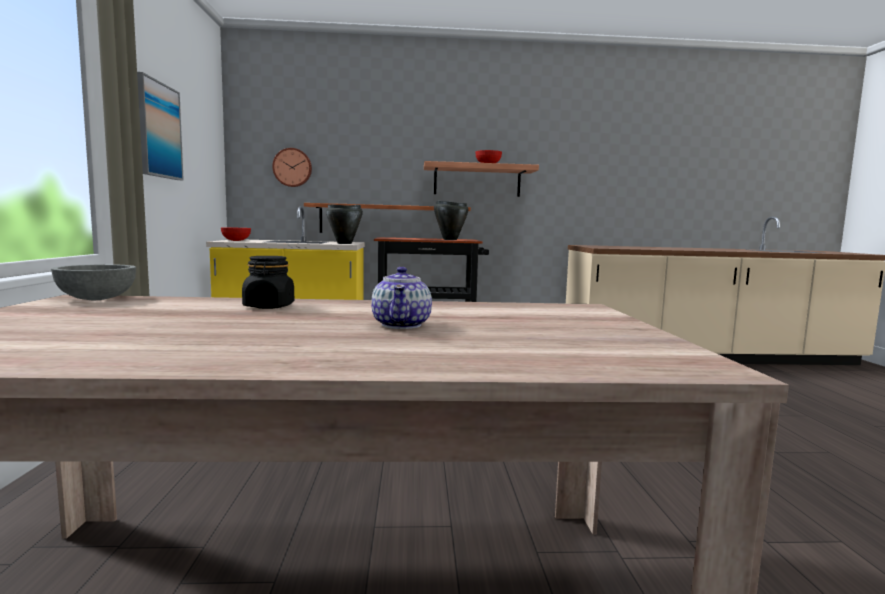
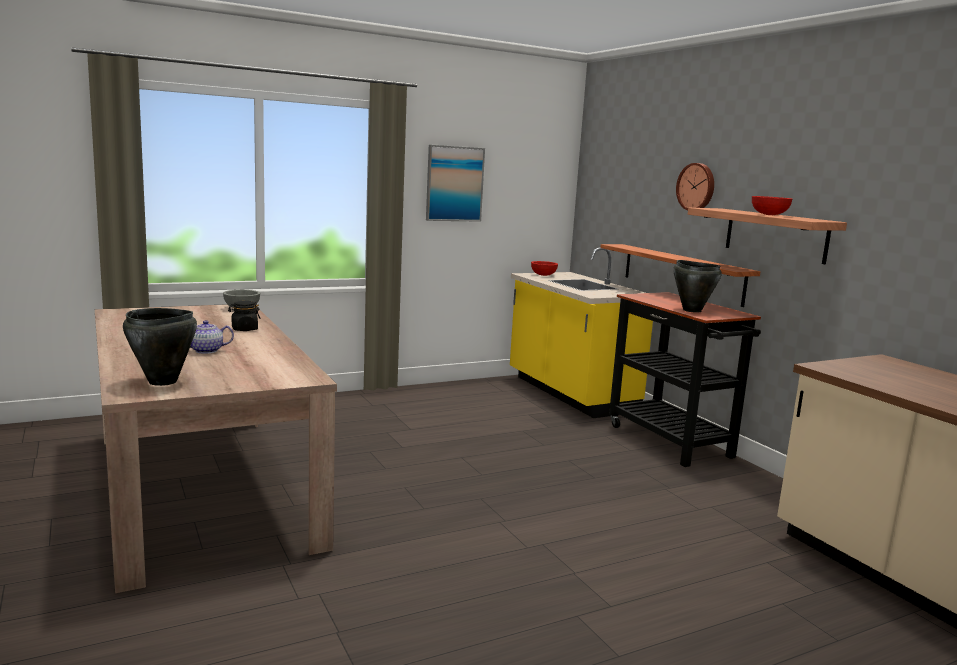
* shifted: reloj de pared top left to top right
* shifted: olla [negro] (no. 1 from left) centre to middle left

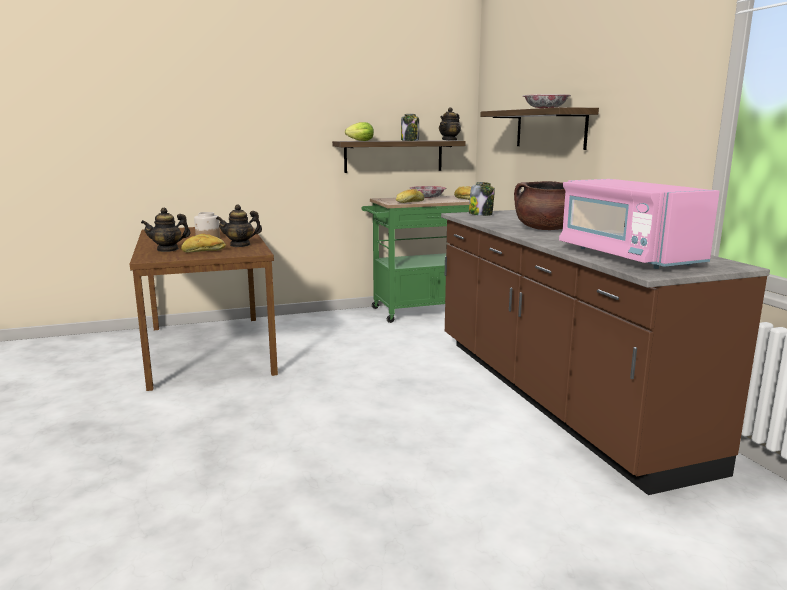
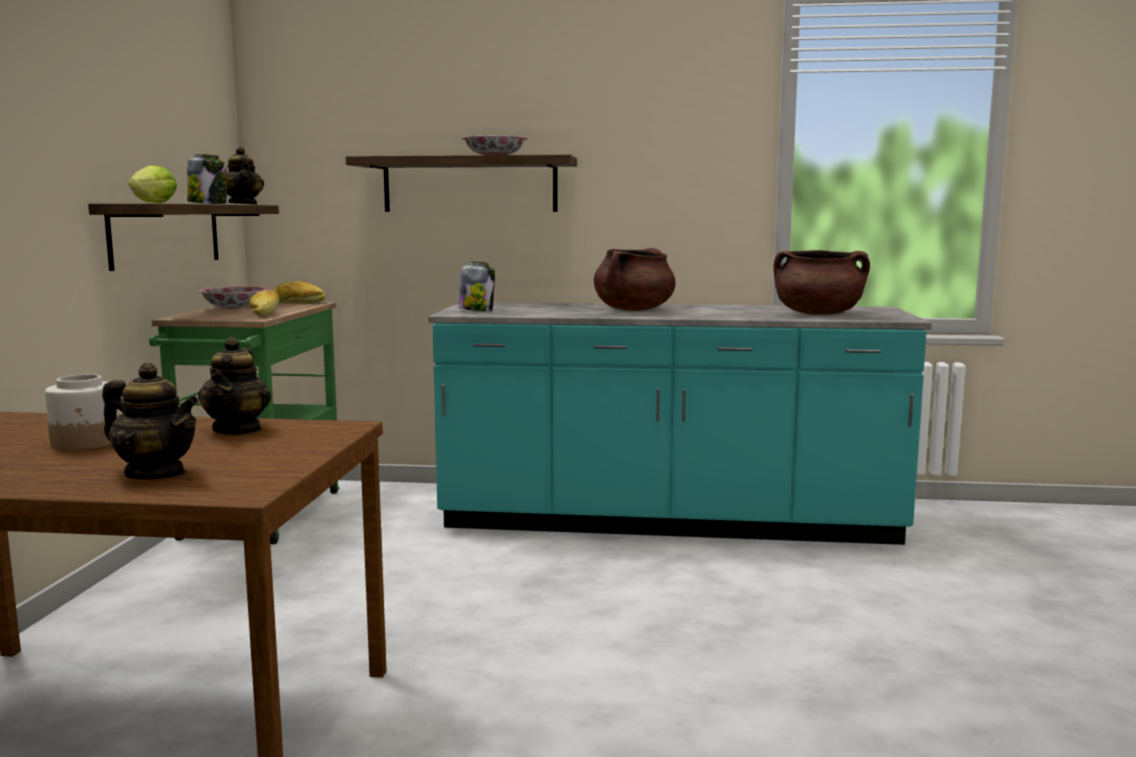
* swapped: microondas [rosa] middle right to olla [marrón] (no. 2 from left) middle right
* rotated: tetera (no. 1 from left) middle left = middle left 60 degrees counterclockwise
* repainted: mueble bajo de cocina [marrón] middle right to mueble bajo de cocina [turquesa] centre
* gone: pan (no. 1 from left) middle left

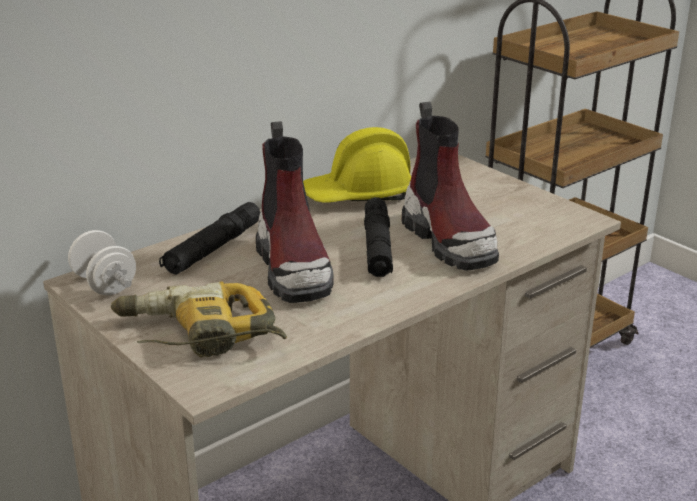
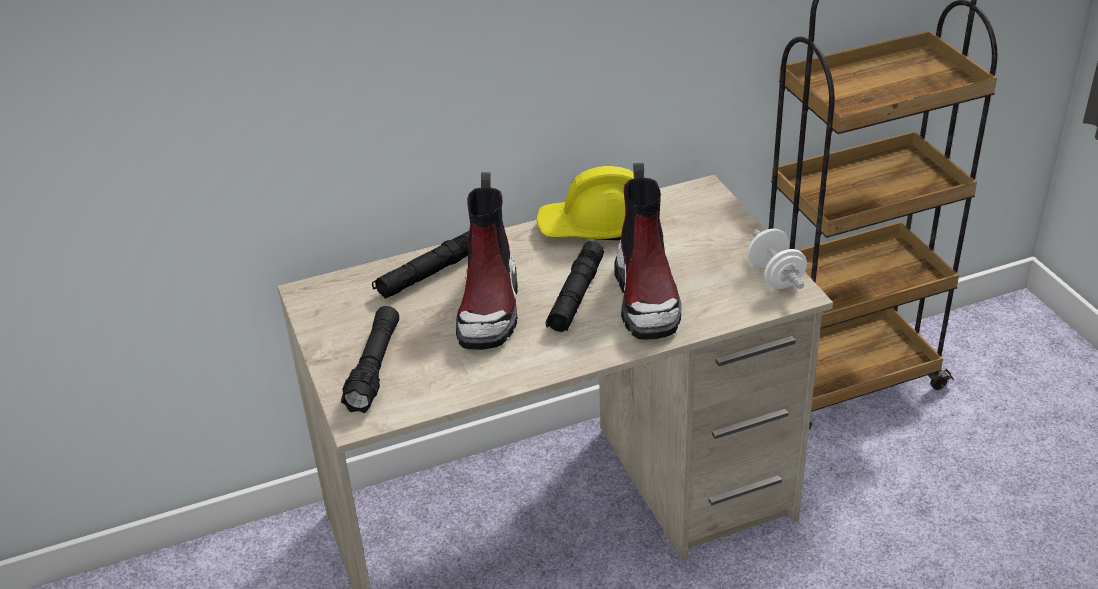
* shifted: mancuerna [blanco] middle left to middle right
* swapped: taladro middle left to linterna [negro] (no. 1 from left) centre

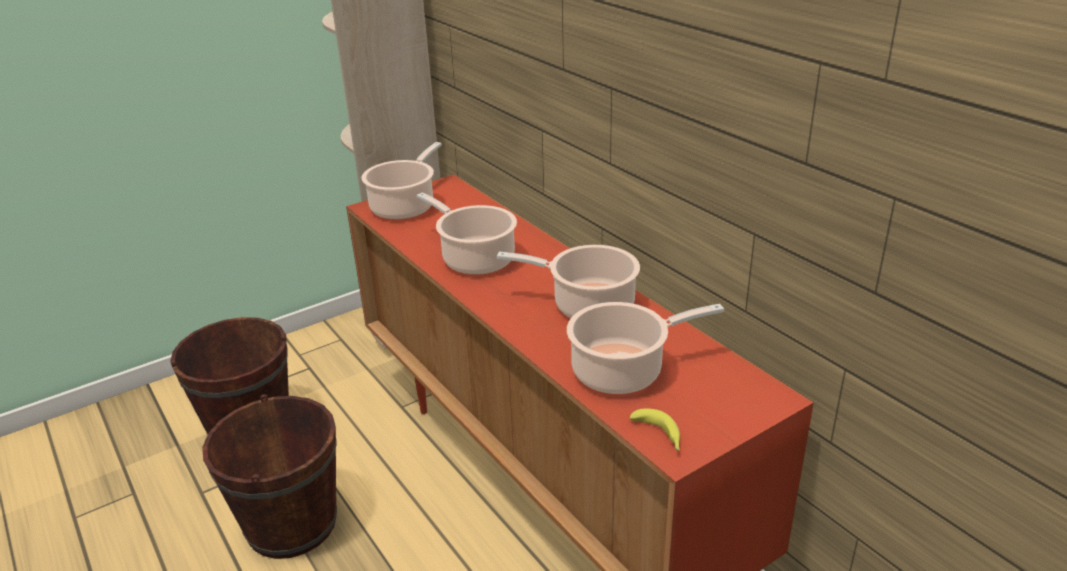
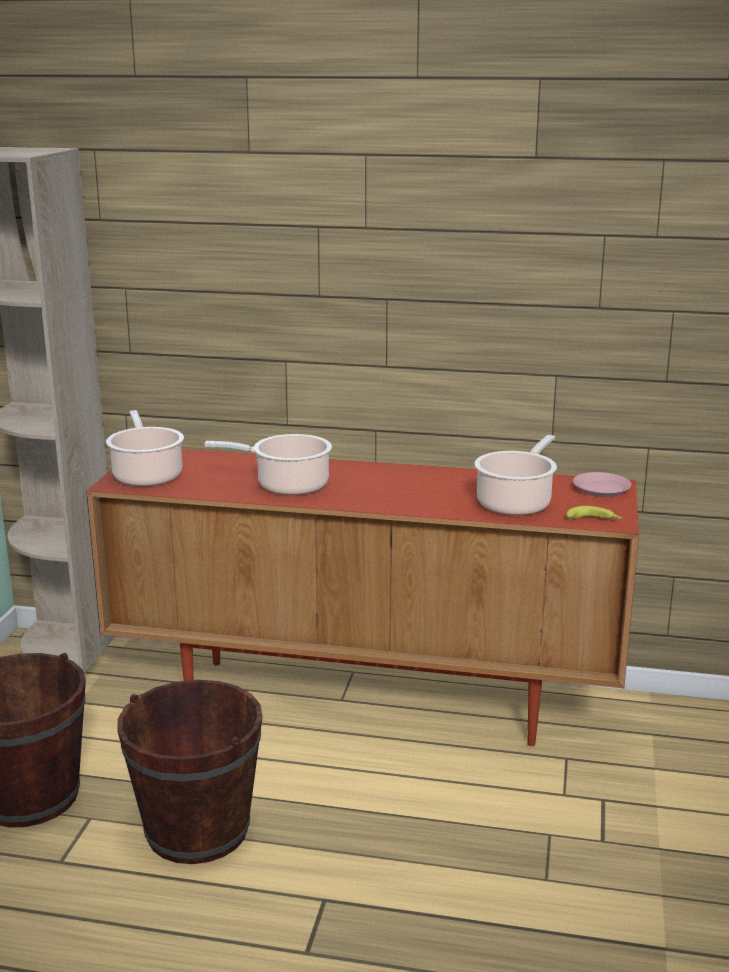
* gone: olla (no. 3 from left) centre
* new: plato [rosa] middle right

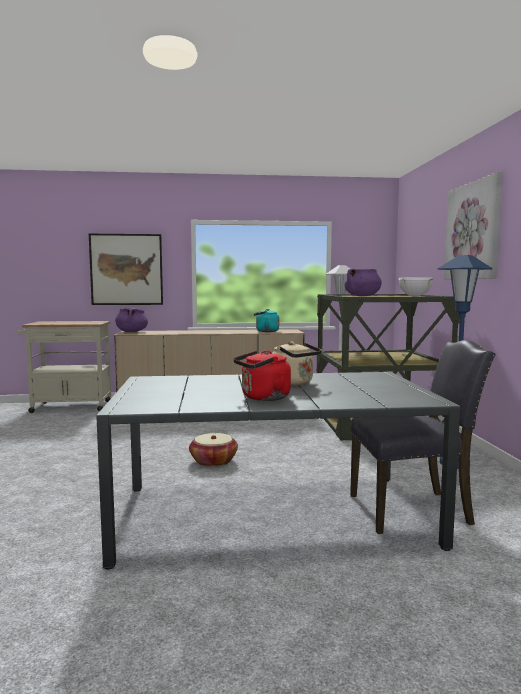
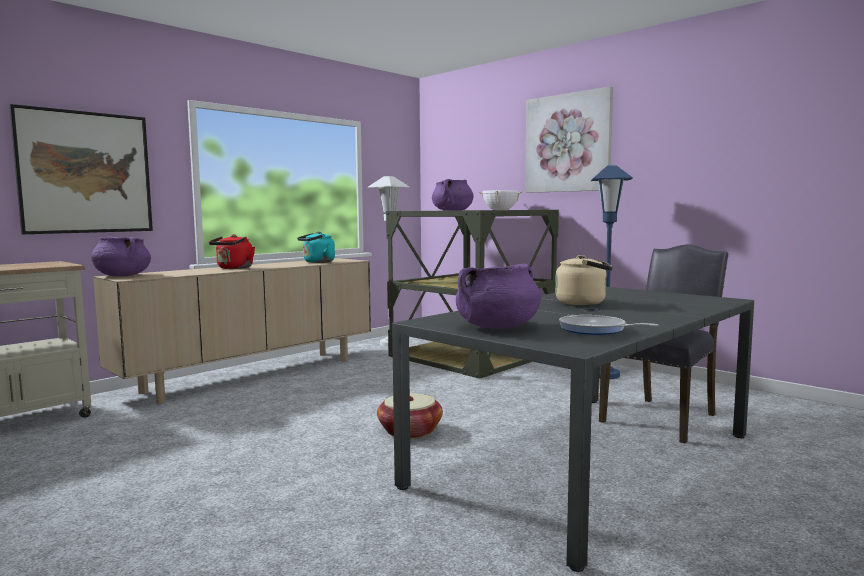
* shifted: hervidor [rojo] centre to middle left
* new: olla [morado] (no. 3 from left) centre
* new: sartén middle right

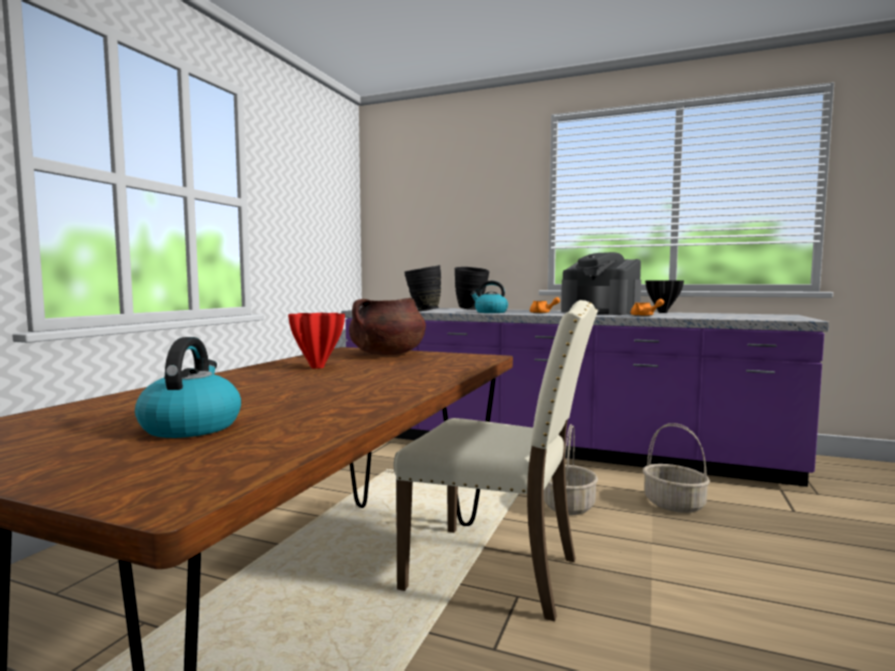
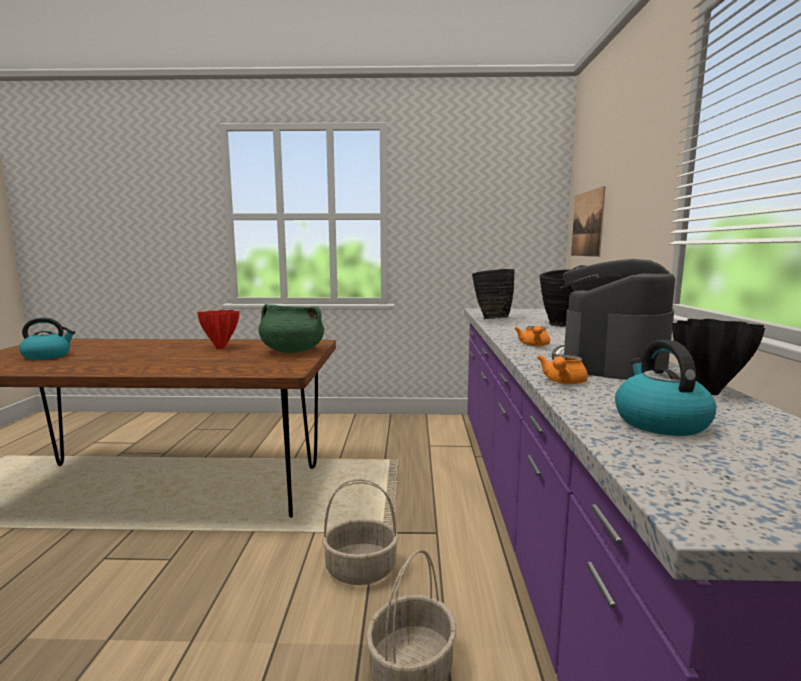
* shifted: hervidor (no. 2 from left) centre to middle right
* repainted: olla [marrón] centre to olla [verde] centre
* gone: silla [beis] bottom centre
* new: cuadro top right

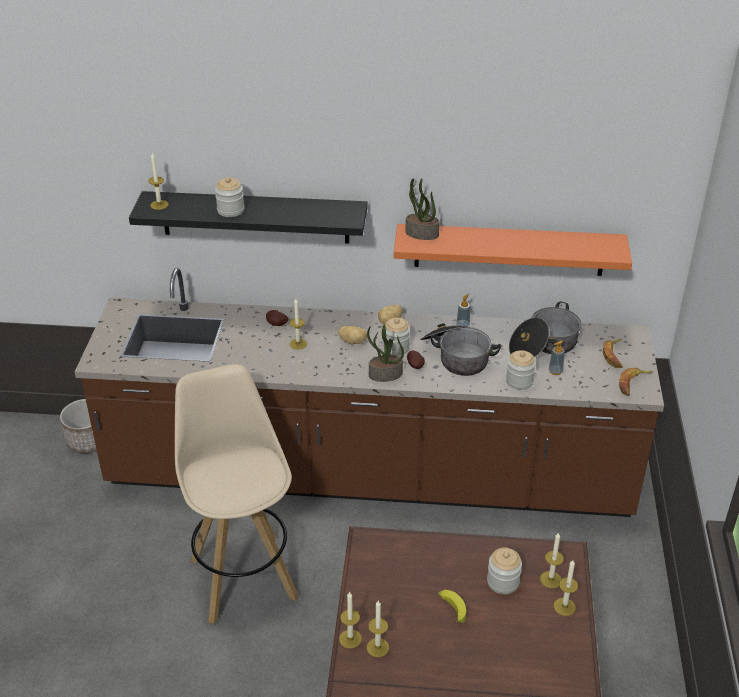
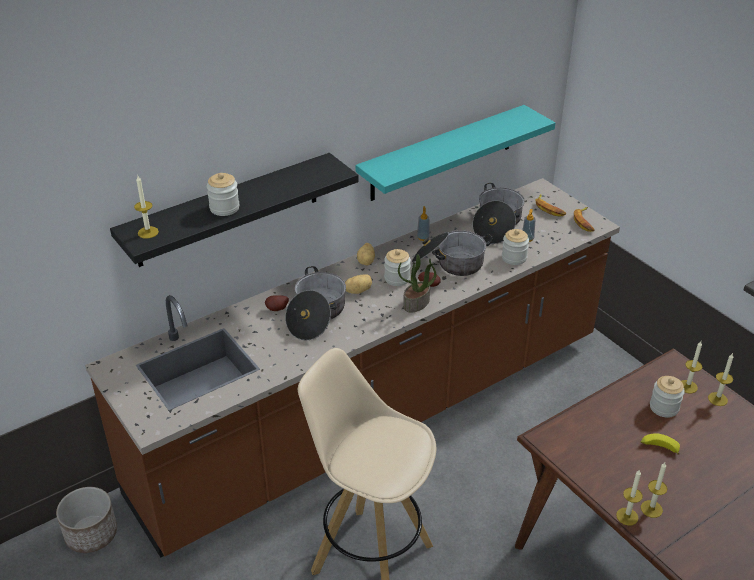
* gone: planta en maceta (no. 2 from left) top centre
* repainted: estante [naranja] middle right to estante [turquesa] top centre
* swapped: vela (no. 2 from left) centre to olla (no. 1 from left) centre

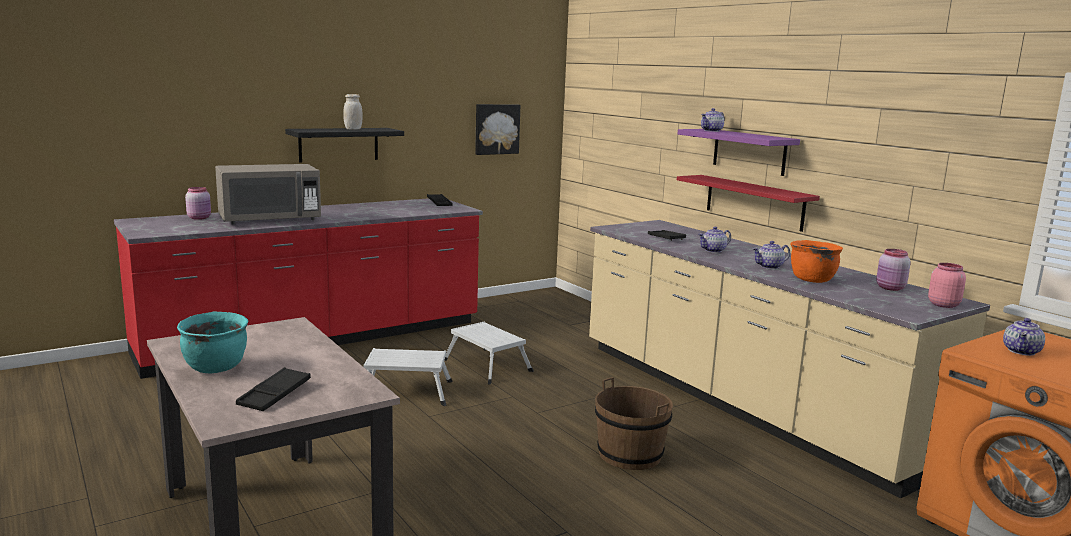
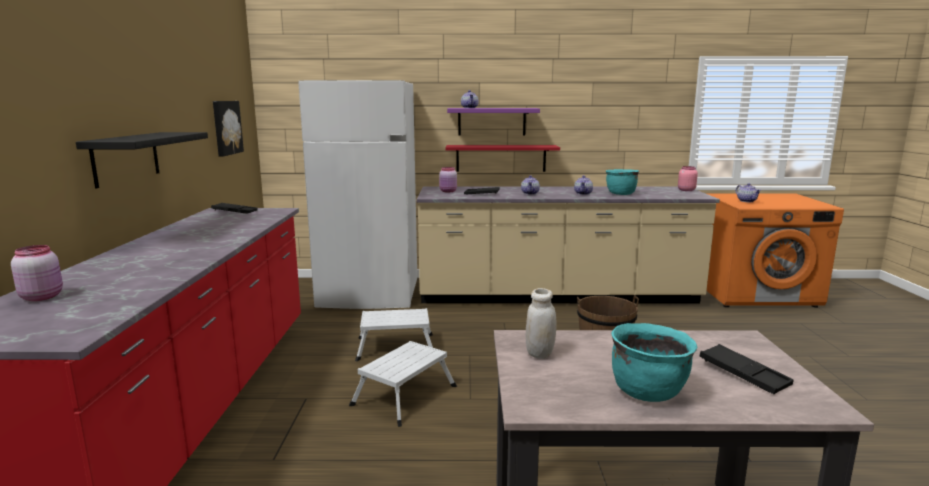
* shifted: tarro [blanco] top left to centre
* gone: microondas [gris] middle left
* repainted: olla [naranja] middle right to olla [turquesa] (no. 1 from left) middle right
* shifted: tarro [rosa] (no. 2 from left) middle right to centre
* new: nevera [blanco] centre

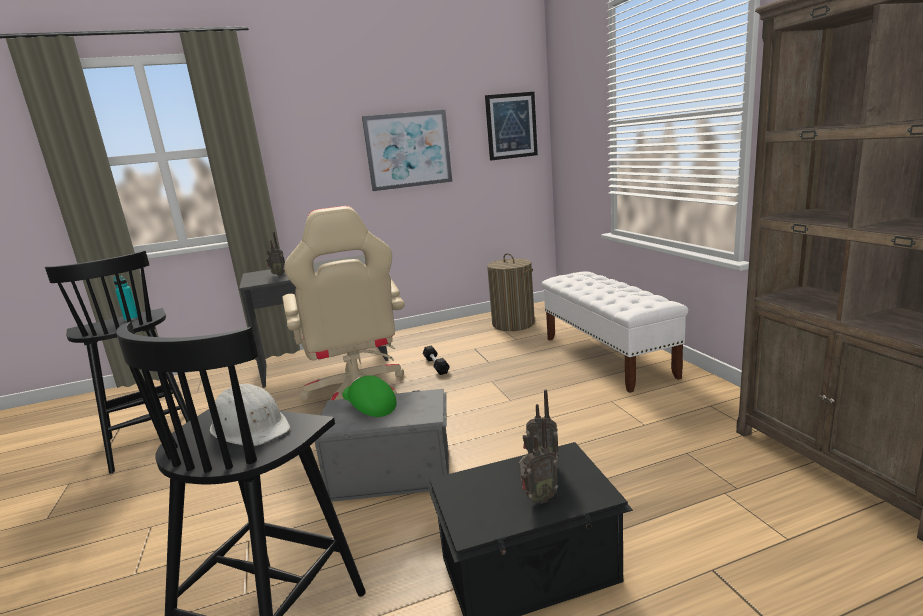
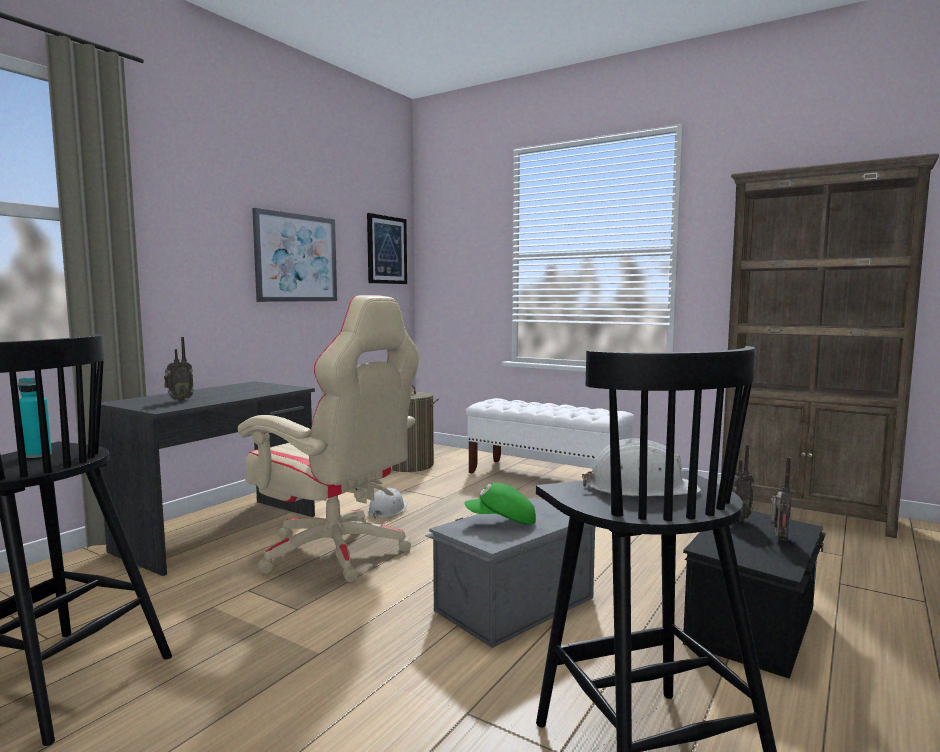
* swapped: mancuerna [negro] centre to casco [blanco] (no. 1 from left) bottom centre

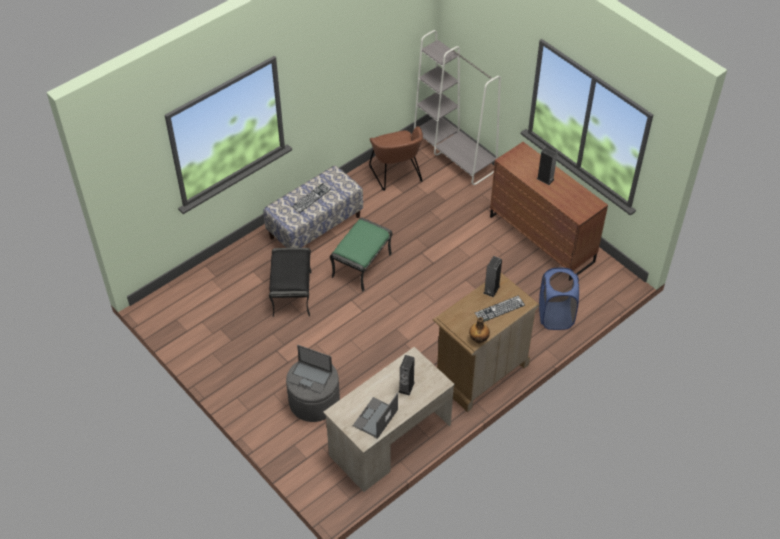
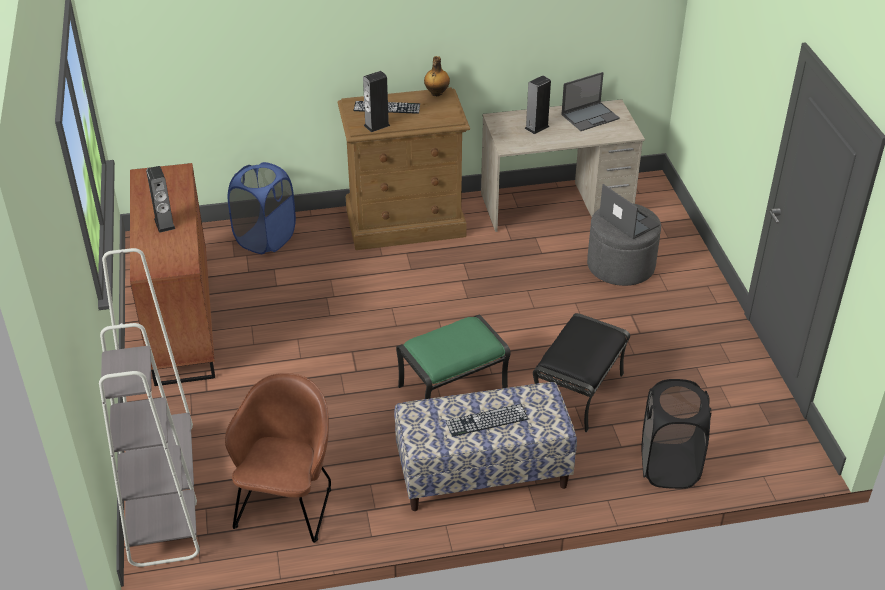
* new: cesto de la ropa [negro] bottom right

